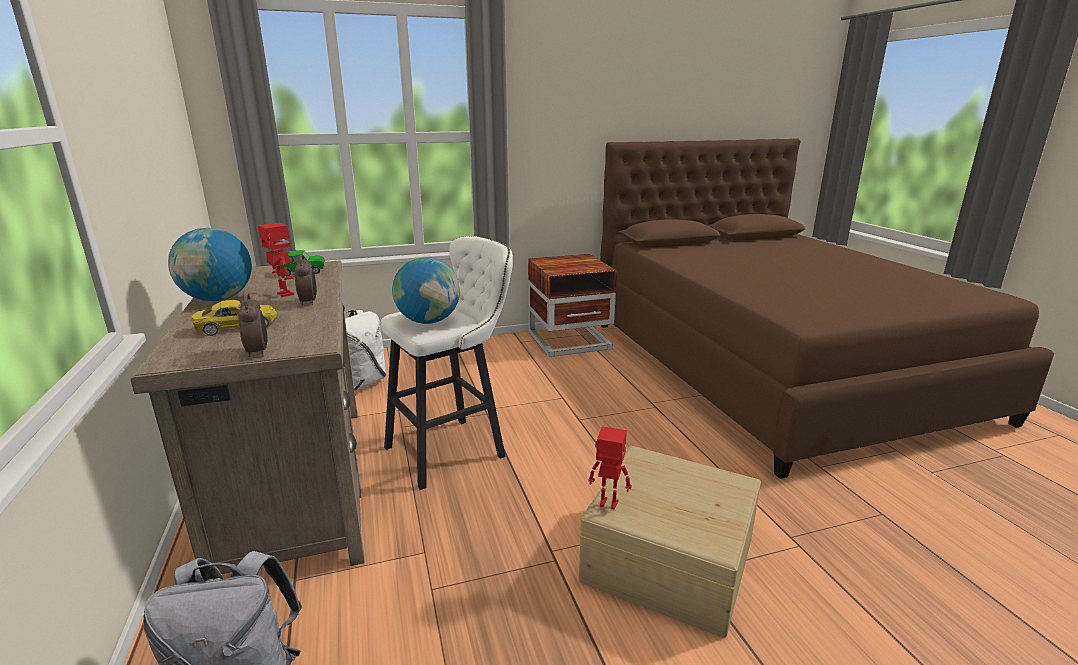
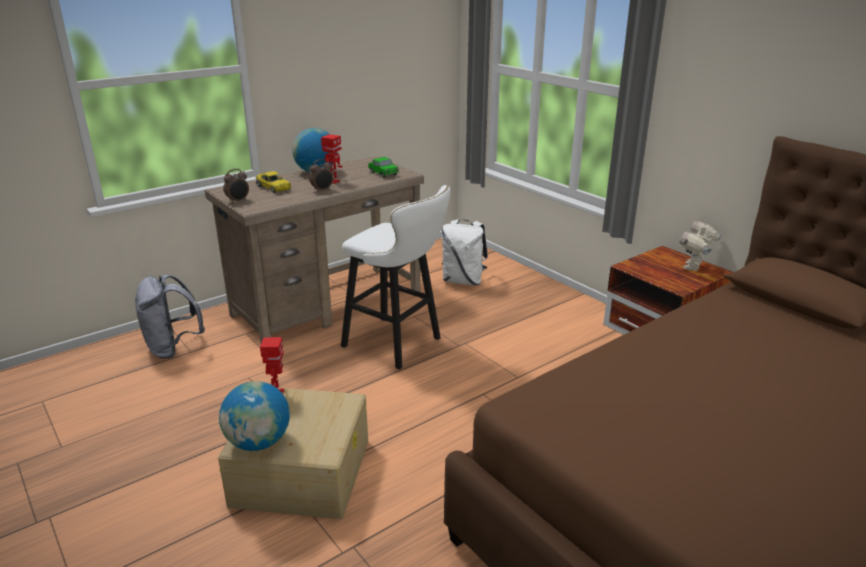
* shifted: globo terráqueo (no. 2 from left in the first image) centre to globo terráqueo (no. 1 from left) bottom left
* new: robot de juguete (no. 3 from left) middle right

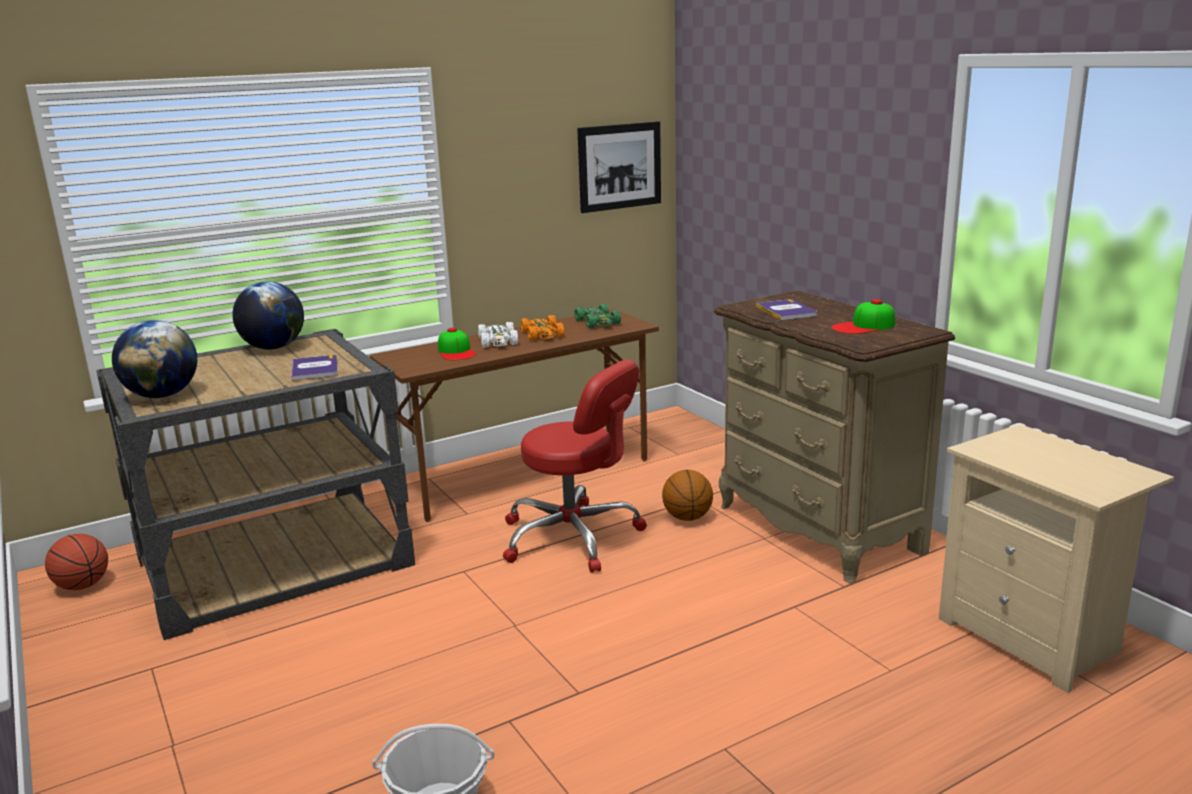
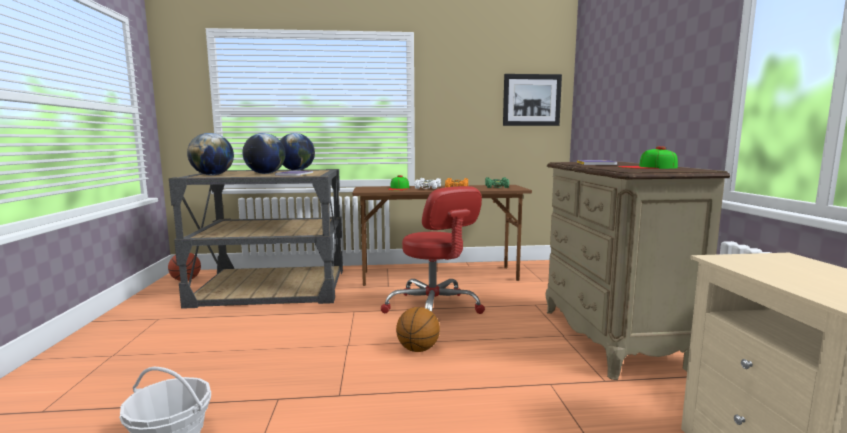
* shifted: balón de baloncesto (no. 2 from left) centre to bottom centre
* new: globo terráqueo (no. 2 from left) middle left

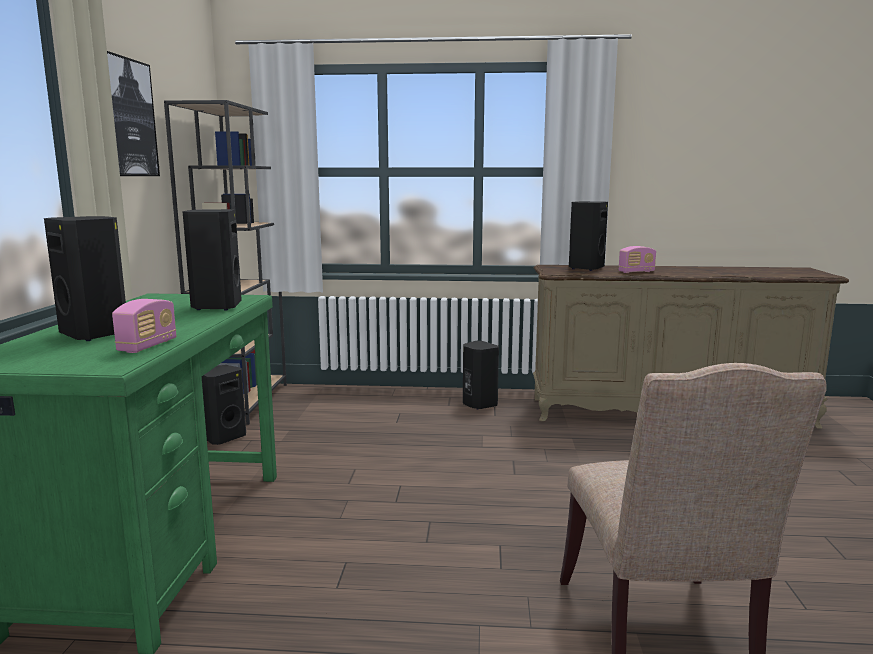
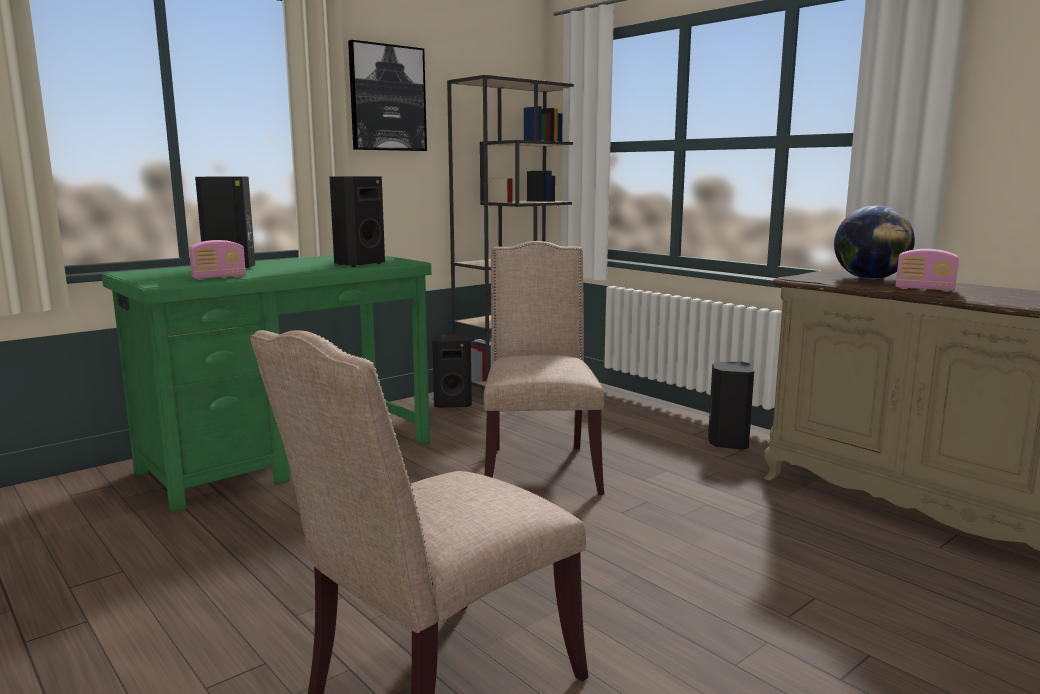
* swapped: altavoz [negro] (no. 5 from left) middle right to globo terráqueo middle right
* new: silla [beis] (no. 2 from left) centre

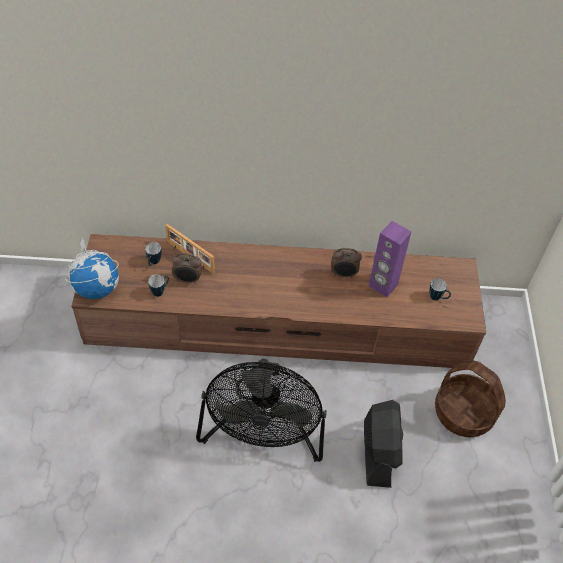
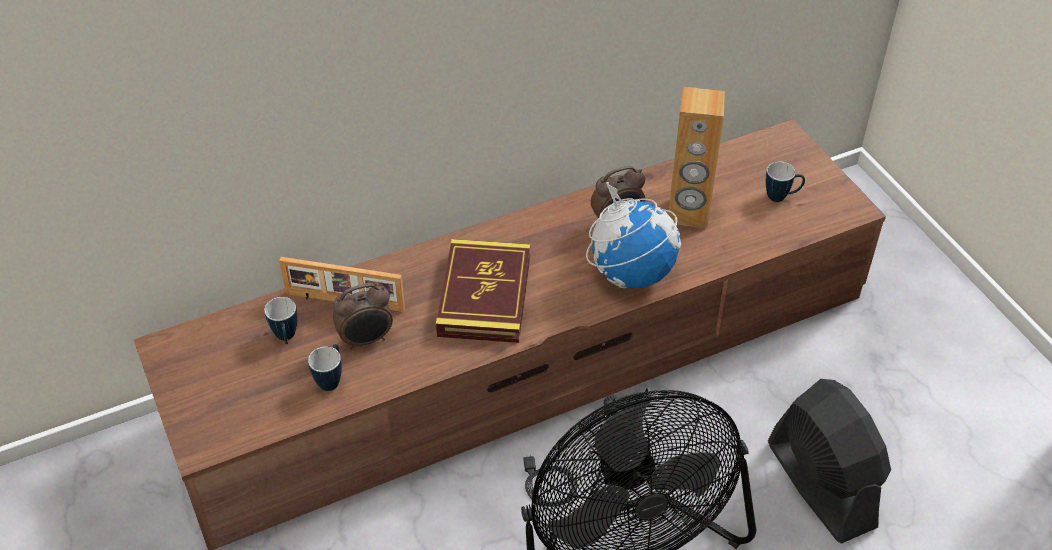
* repainted: altavoz [morado] middle right to altavoz [marrón] top centre
* shifted: globo terráqueo middle left to centre
* gone: cesta bottom right
* new: libro centre

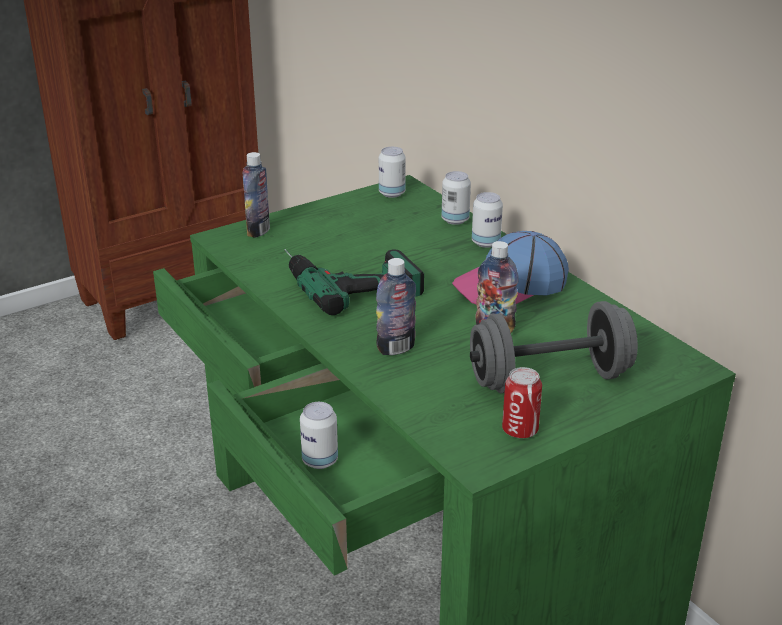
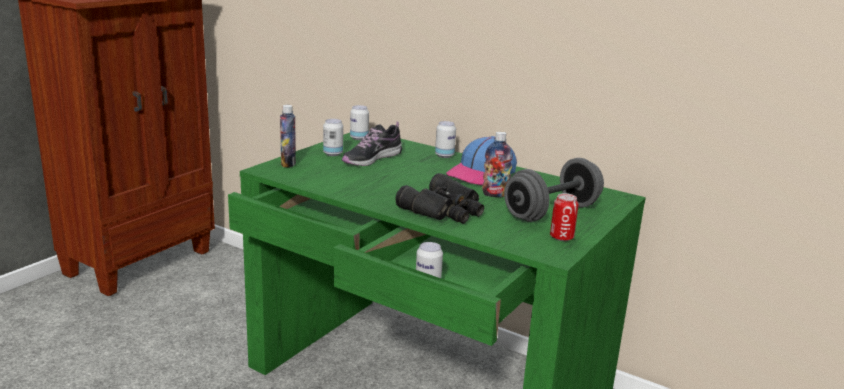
* shifted: lata (no. 3 from left in the first image) top centre to lata (no. 1 from left) centre
* gone: taladro centre
* swapped: botella (no. 2 from left) centre to prismáticos [negro] centre
* new: zapato centre

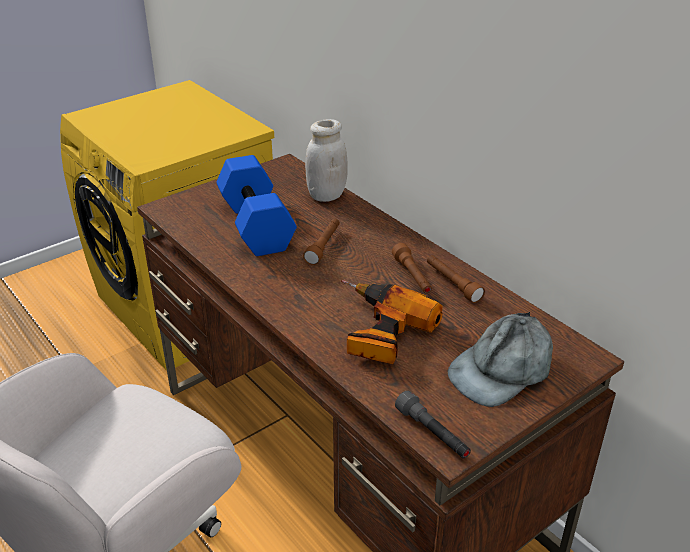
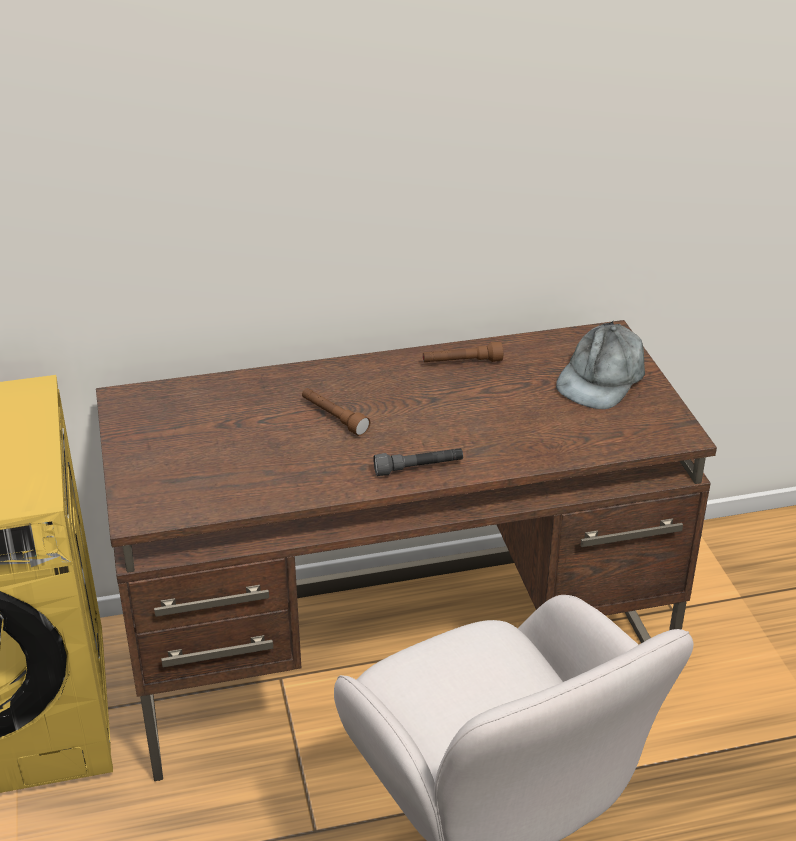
* gone: tarro [blanco] top centre
* gone: mancuerna [azul] centre
* gone: linterna [marrón] (no. 2 from left) centre
* gone: taladro centre
* rotated: gorra [gris] middle right = middle right 45 degrees clockwise
* shifted: linterna [gris] bottom centre to centre

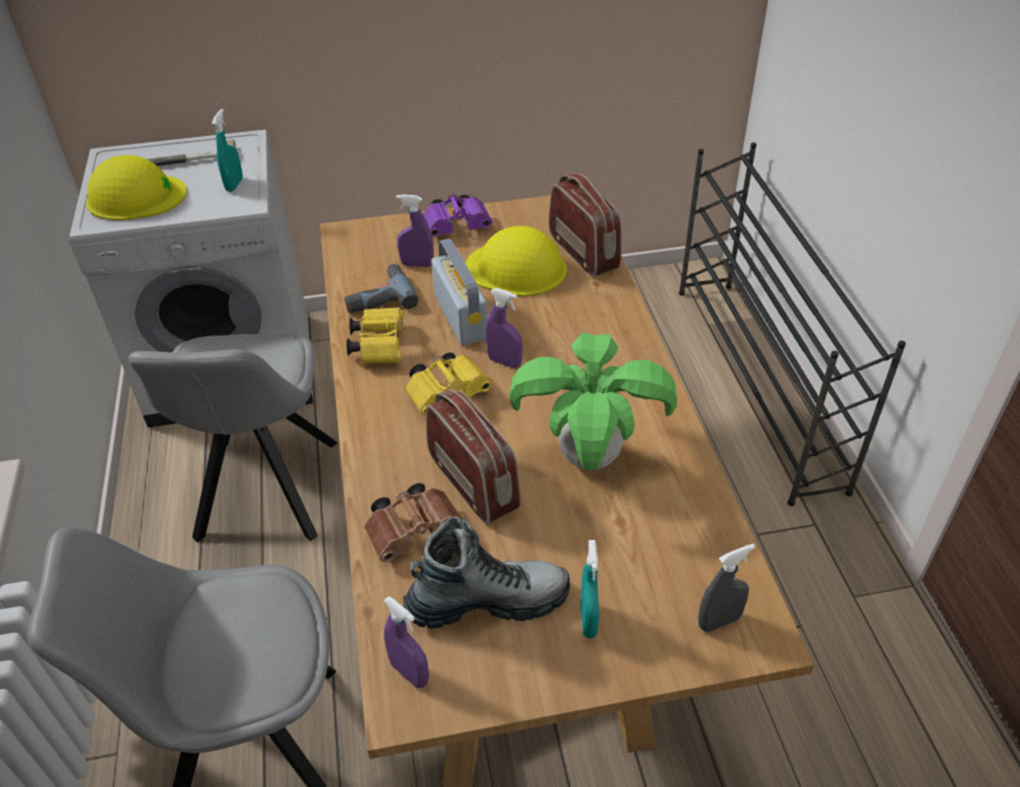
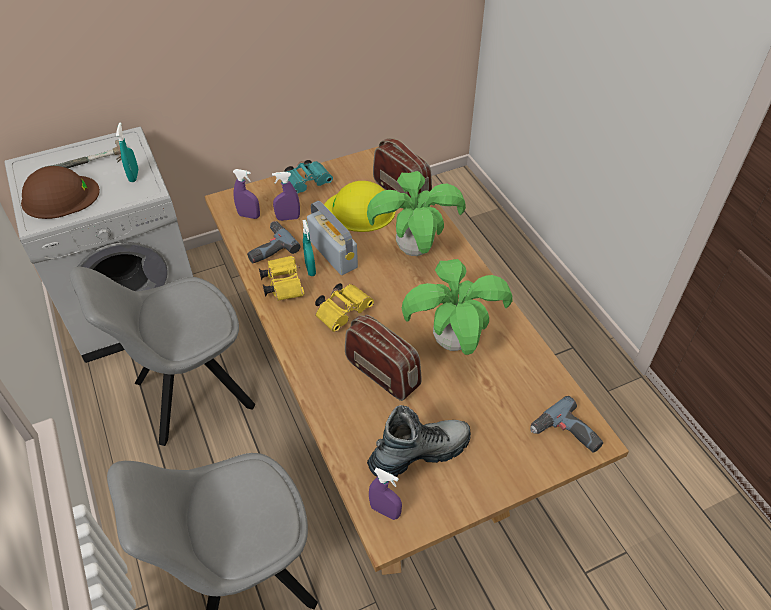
* gone: zapatero [negro] middle right
* repainted: casco [amarillo] (no. 1 from left) top left to casco [marrón] top left
* repainted: prismáticos [morado] top centre to prismáticos [turquesa] top centre
* shifted: pulverizador [morado] (no. 3 from left in the first image) centre to pulverizador [morado] (no. 1 from left) top left
* rotated: silla [gris] (no. 2 from left in the first image) middle left = middle left 75 degrees clockwise
* gone: prismáticos [marrón] centre
* shifted: pulverizador [turquesa] (no. 2 from left) bottom centre to centre
* swapped: pulverizador [gris] bottom right to taladro (no. 2 from left) bottom right
* new: planta en maceta (no. 1 from left) centre

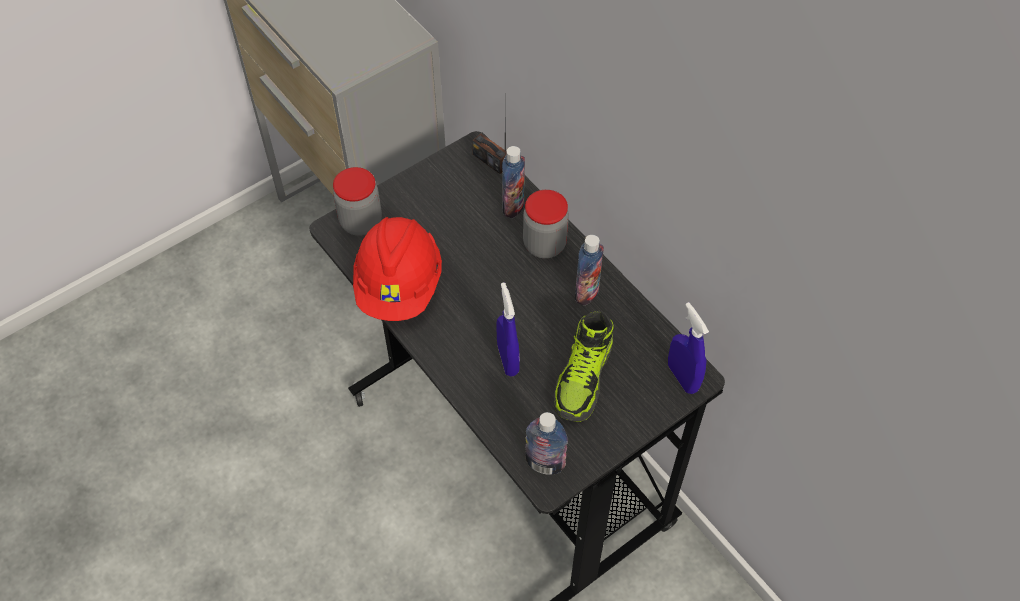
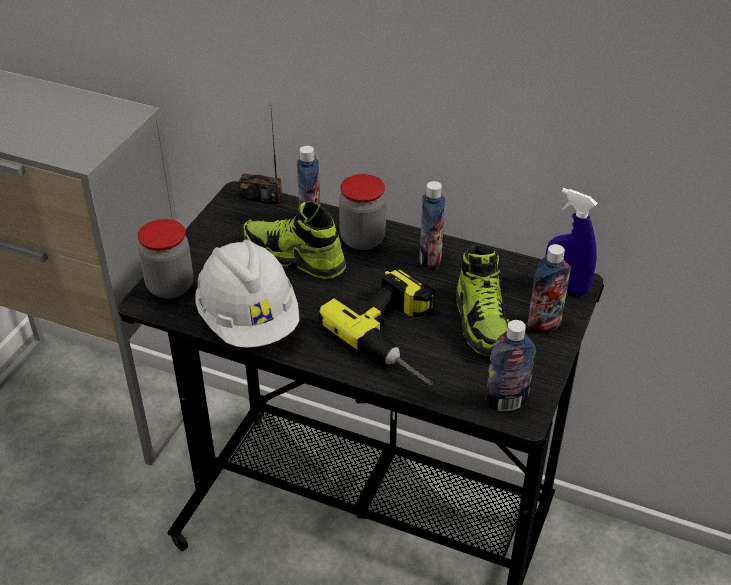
* repainted: casco [rojo] centre to casco [blanco] centre
* swapped: pulverizador [azul] (no. 1 from left) centre to taladro centre
* new: zapato (no. 1 from left) centre
* new: botella (no. 4 from left) middle right

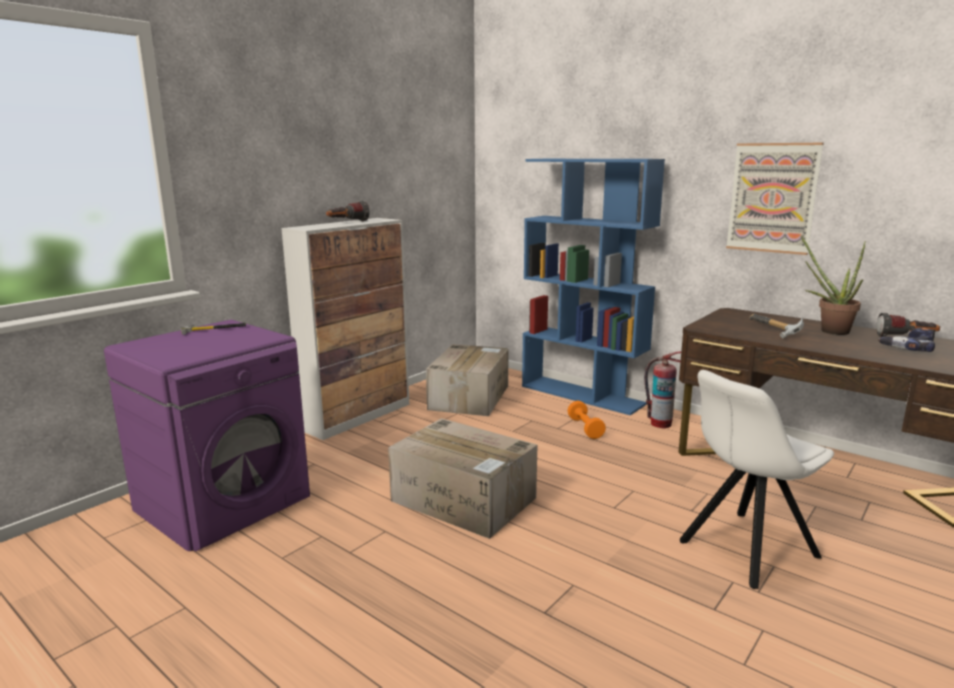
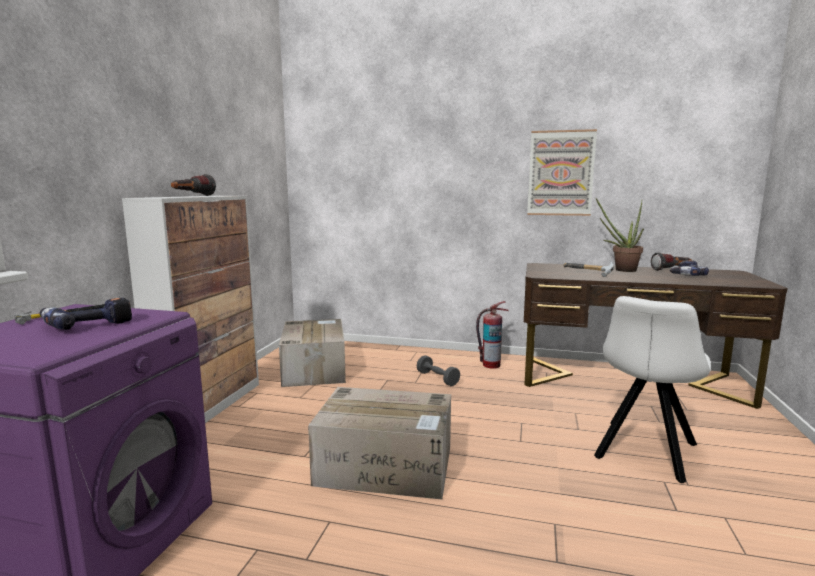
* gone: estantería [azul] centre
* repainted: mancuerna [naranja] centre to mancuerna [gris] centre
* new: taladro (no. 1 from left) middle left

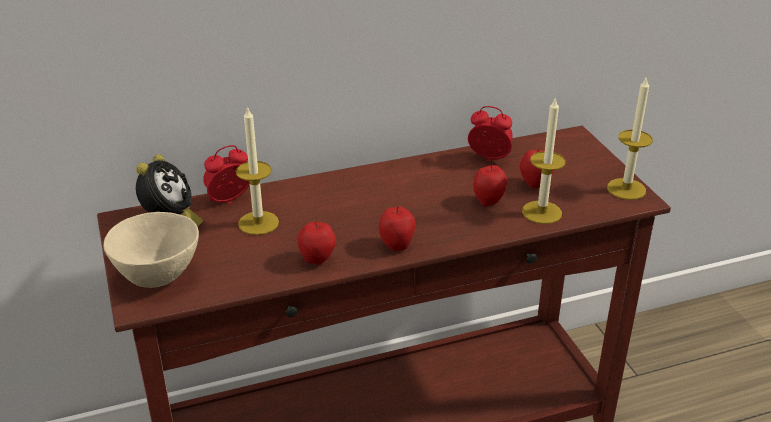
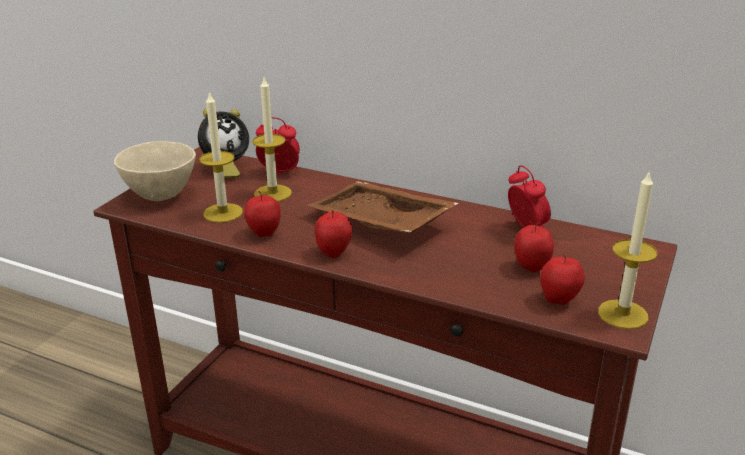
* shifted: vela (no. 2 from left in the first image) middle right to vela (no. 1 from left) middle left
* shifted: manzana (no. 3 from left in the first image) centre to manzana (no. 4 from left) middle right
* new: bandeja [marrón] centre

